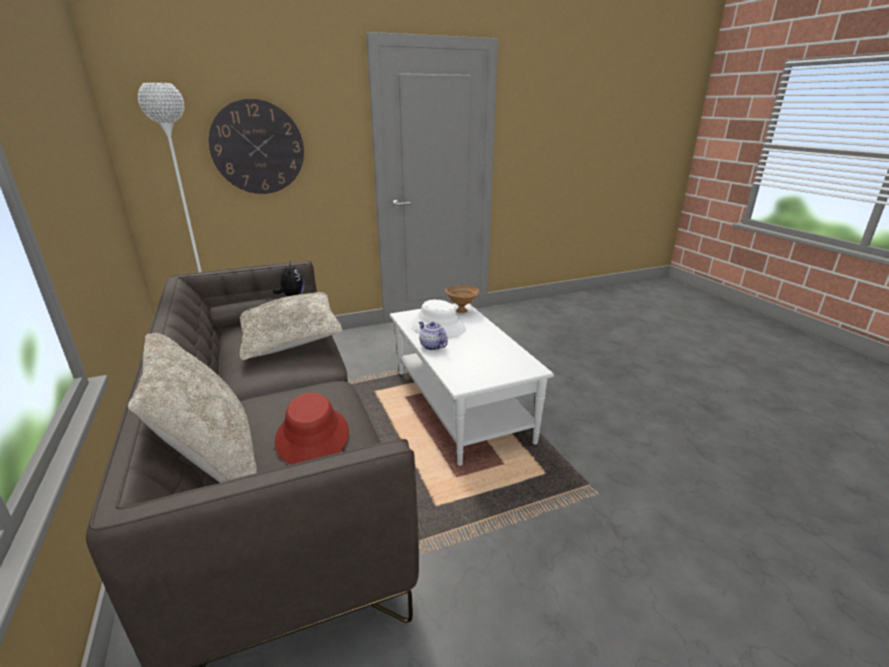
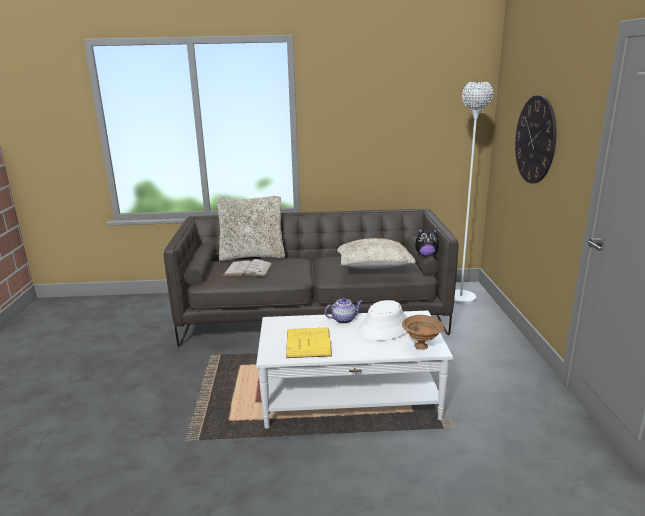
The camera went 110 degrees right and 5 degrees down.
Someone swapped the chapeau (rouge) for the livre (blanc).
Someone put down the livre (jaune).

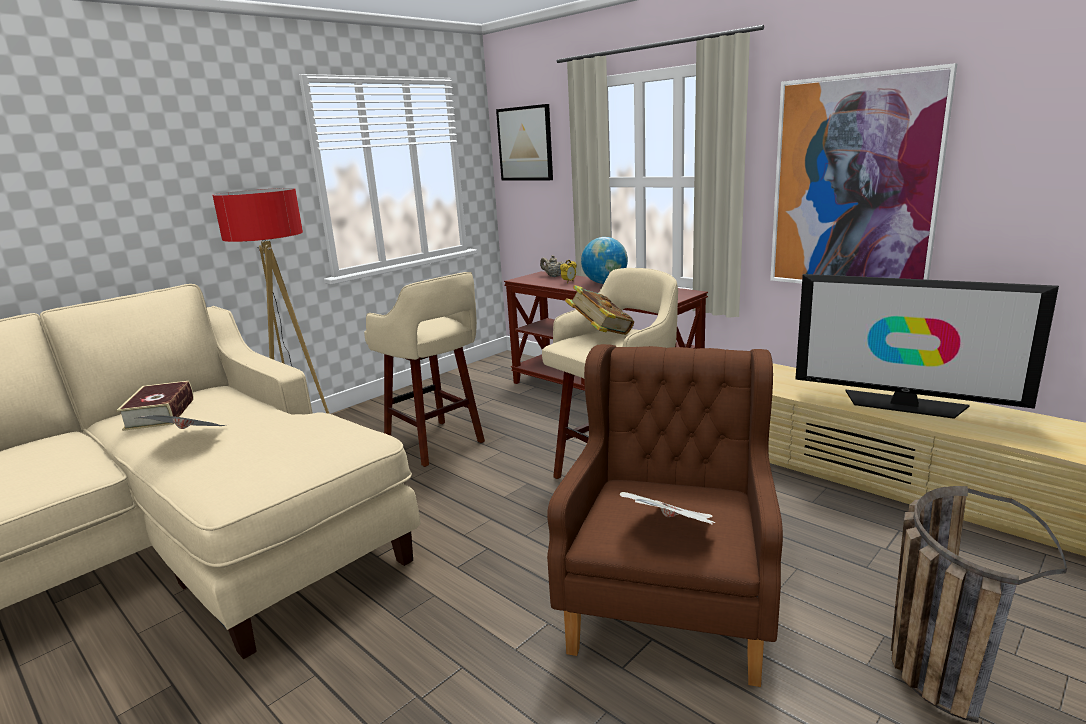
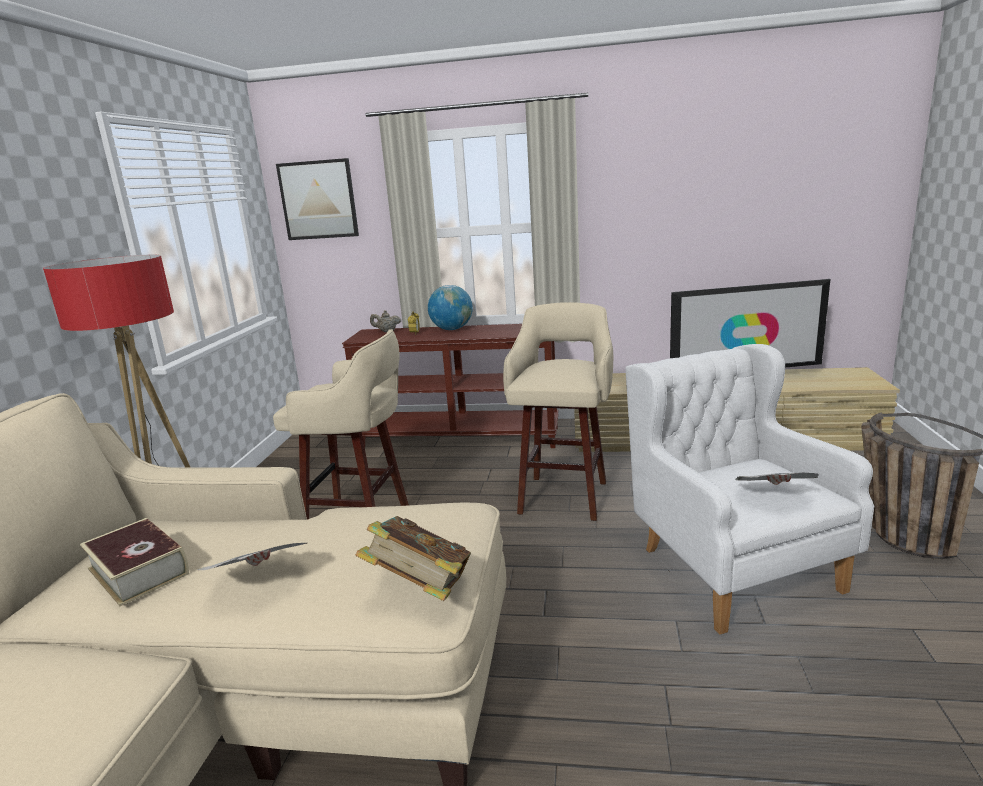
The camera went 35 degrees left and 0 degrees up.
Someone took away the tableau (no. 2 from left).
Someone carried the livre (no. 2 from left).
Someone repainted the fauteuil (marron), which became the fauteuil (blanc).

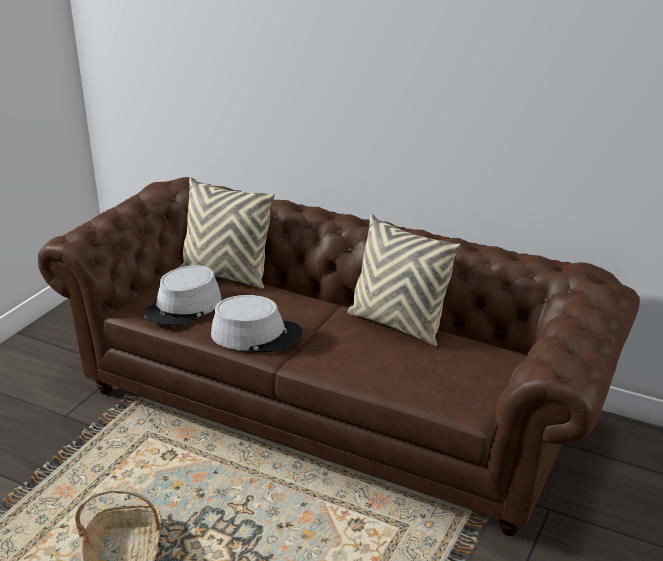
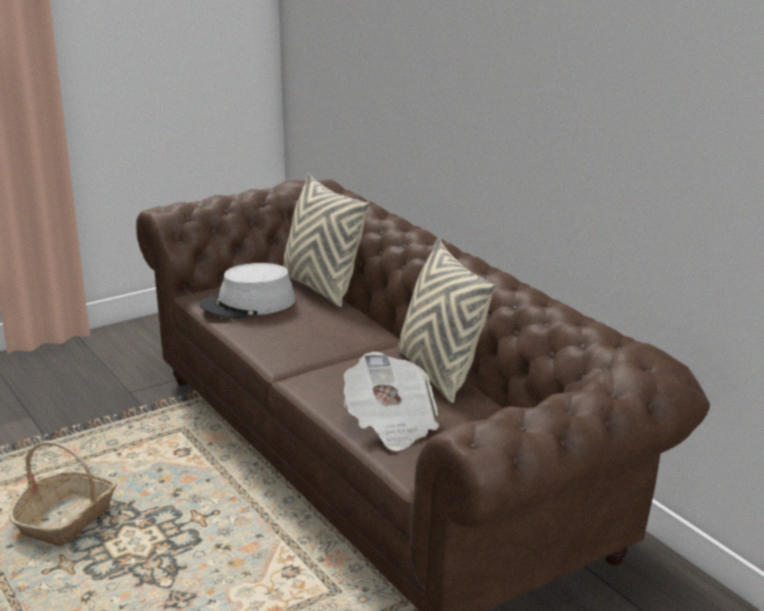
The camera went 30 degrees right and 5 degrees down.
Someone took away the chapeau (gris) (no. 2 from left).
Someone put down the journal.

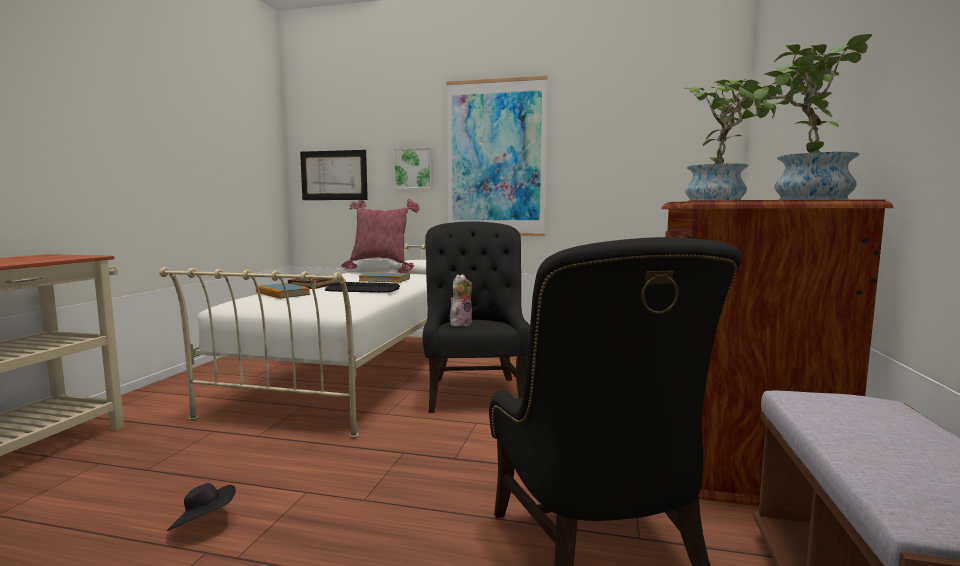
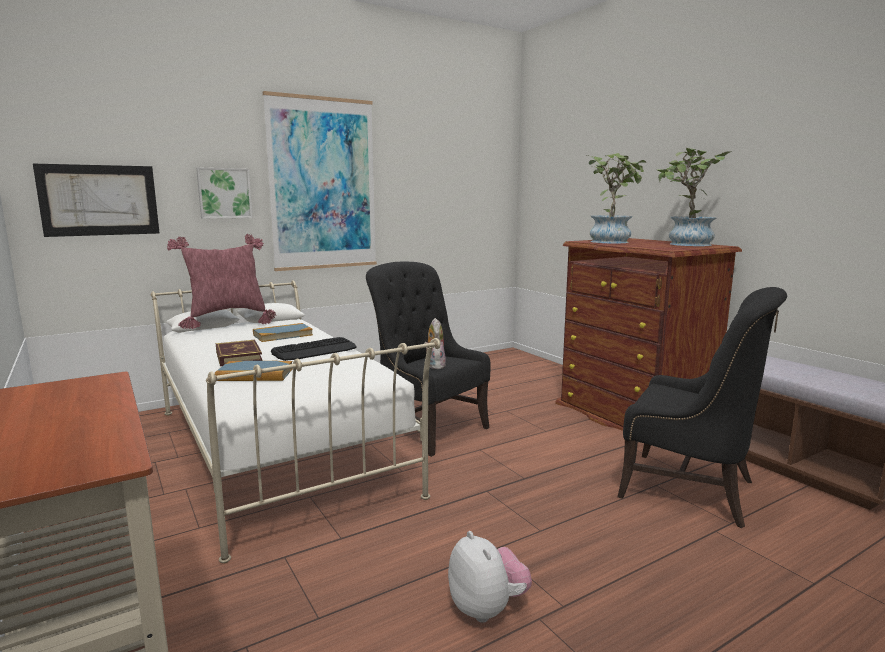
The camera went 45 degrees left and 5 degrees up.
Someone swapped the chapeau (noir) for the peluche (no. 2 from left).

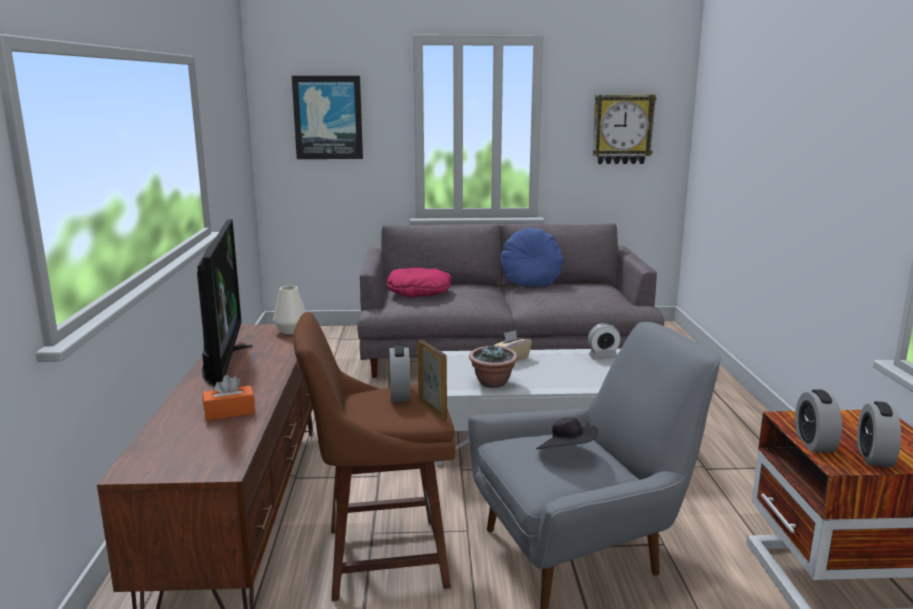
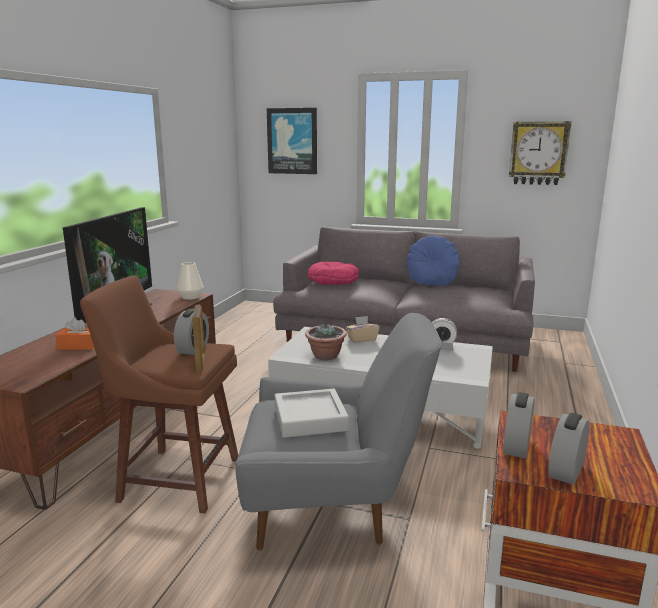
The camera went 20 degrees right and 0 degrees up.
Someone swapped the chapeau (noir) for the plateau (gris).

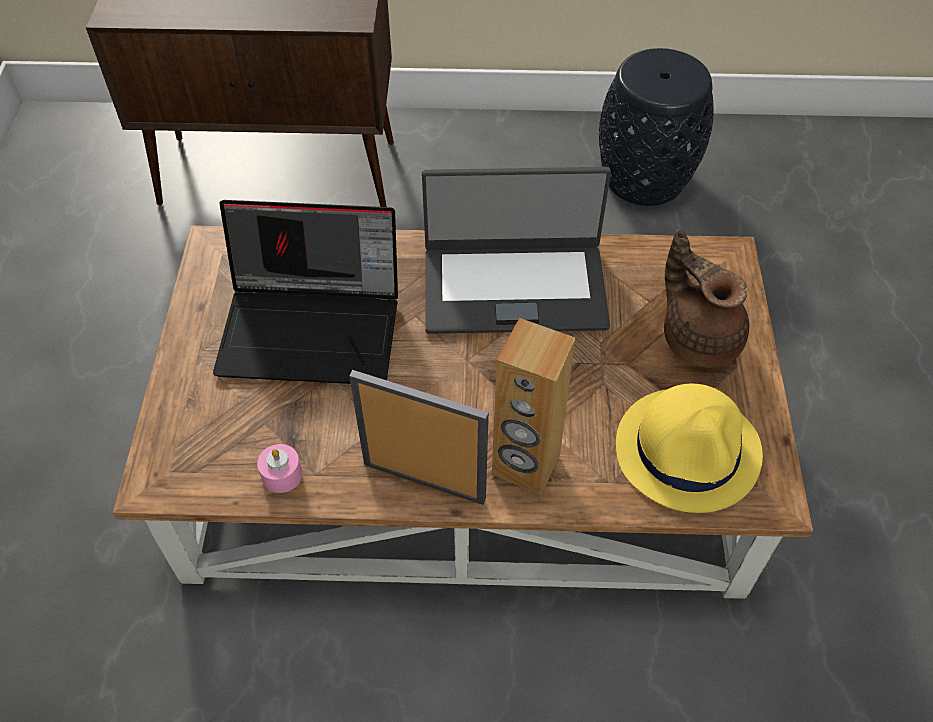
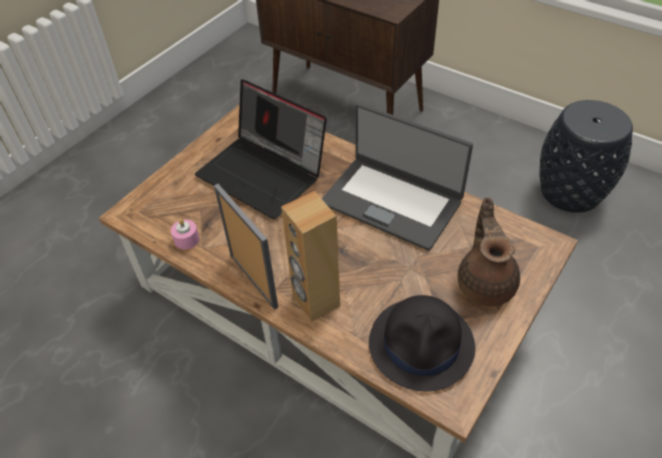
The camera went 35 degrees right and 5 degrees down.
Someone repainted the chapeau (jaune), which became the chapeau (noir).

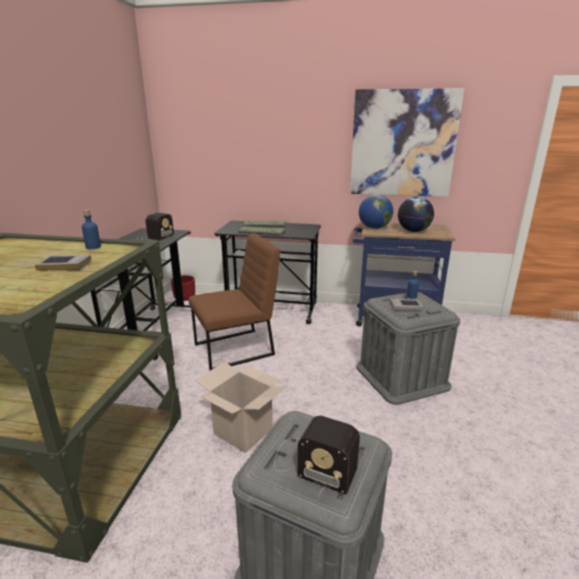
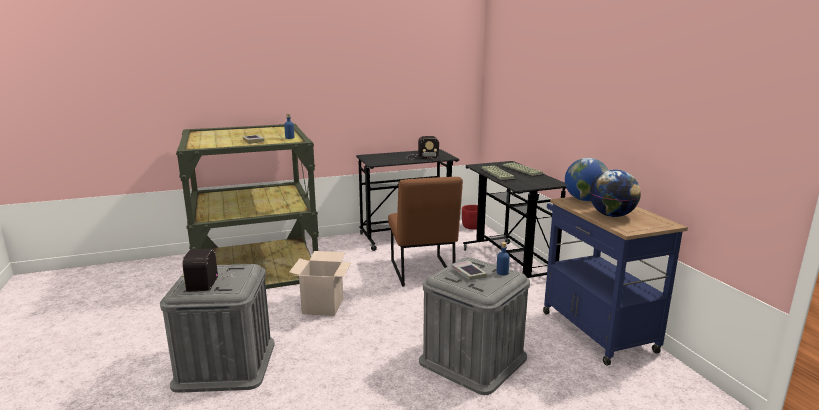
The camera went 60 degrees right and 5 degrees down.
Someone took away the tableau.
Someone rotated the chaise (marron) by 45 degrees clockwise.

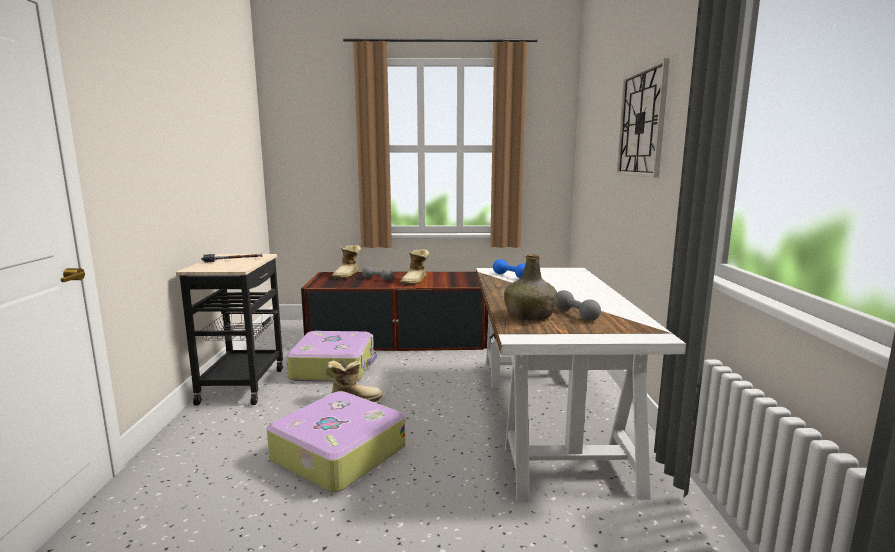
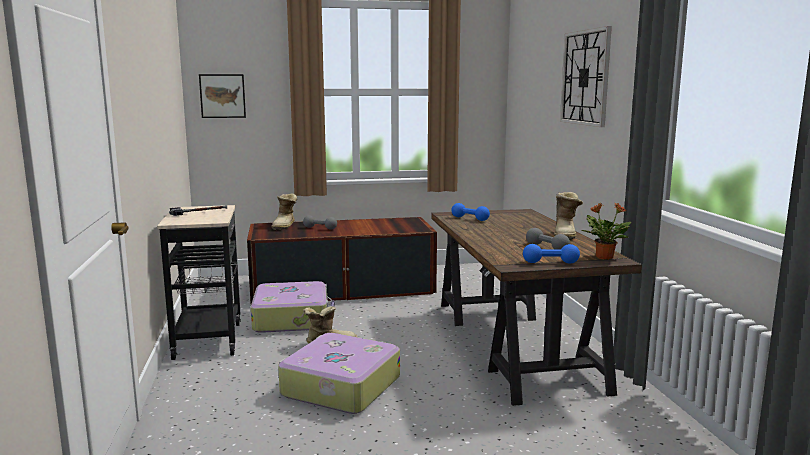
The camera went 10 degrees left and 0 degrees up.
Someone carried the botte (no. 3 from left).
Someone took away the bouteille (vert).
Someone repainted the bureau (blanc), which became the bureau (marron).
Someone put up the tableau.
Someone put down the plante en pot.
Someone put down the haltère (bleu) (no. 2 from left).

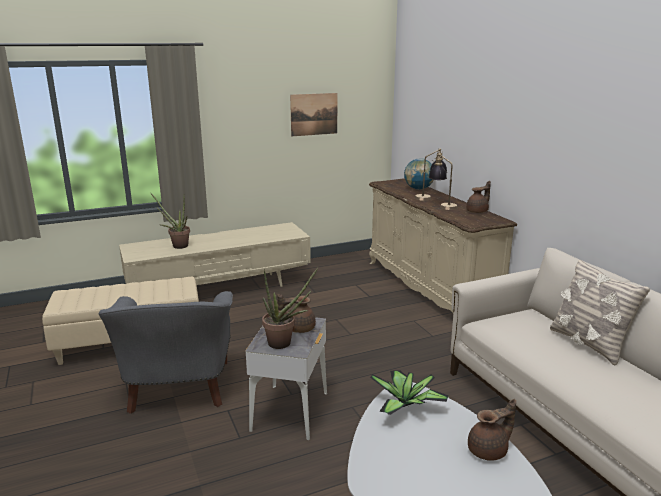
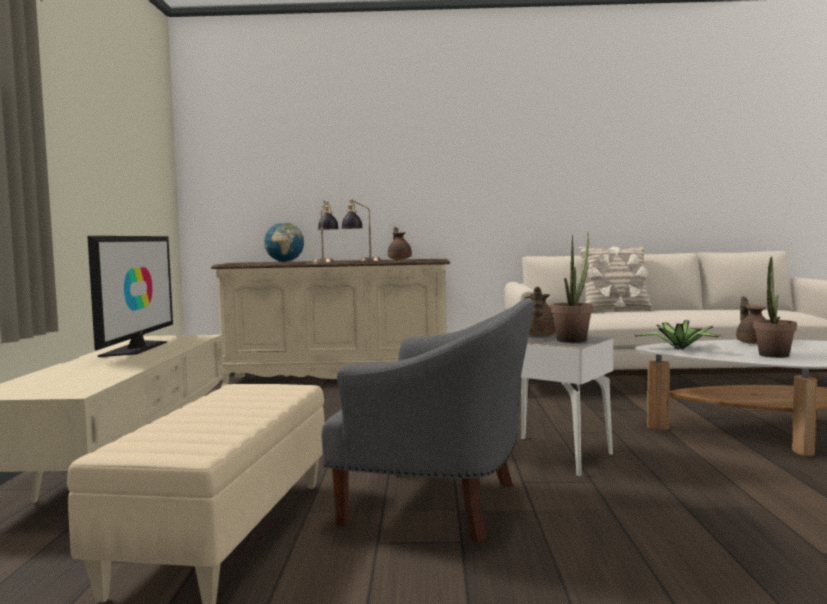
The camera went 65 degrees left and 15 degrees down.
Someone took away the tableau.
Someone carried the plante en pot (no. 1 from left in the first image).
Someone put down the téléviseur.

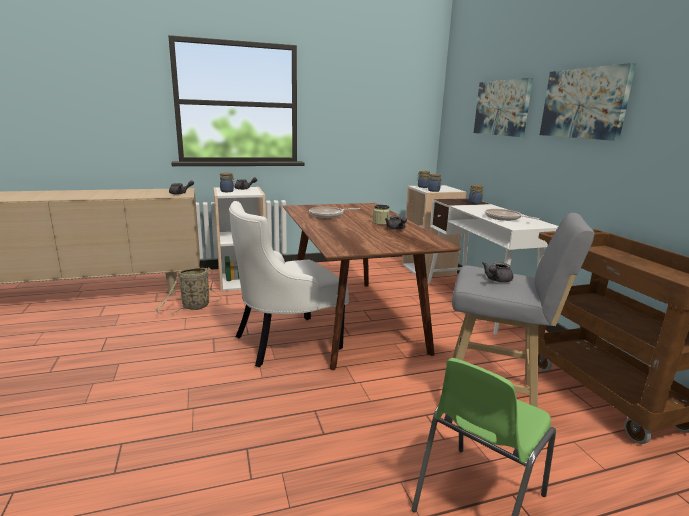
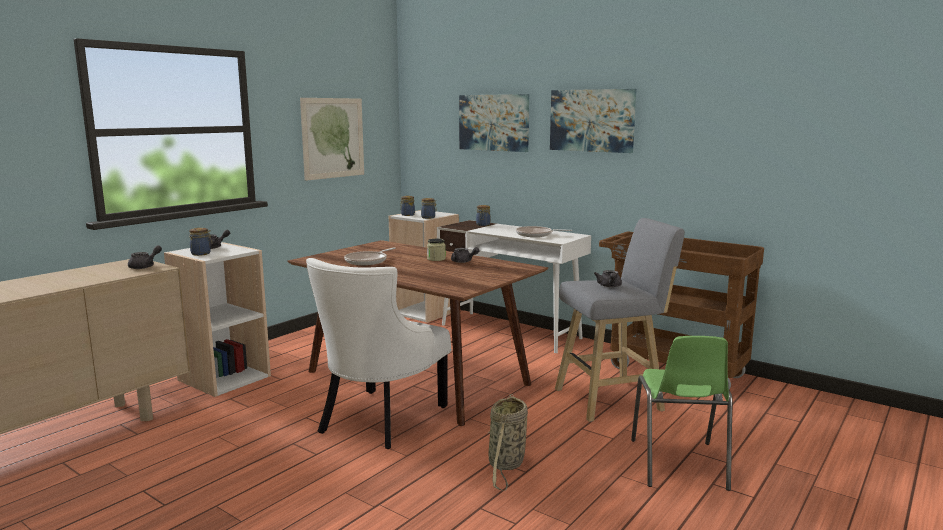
The camera went 35 degrees left and 5 degrees down.
Someone carried the panier.
Someone put up the tableau (no. 1 from left).

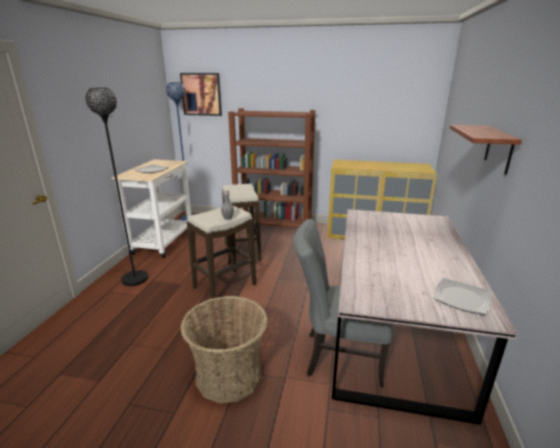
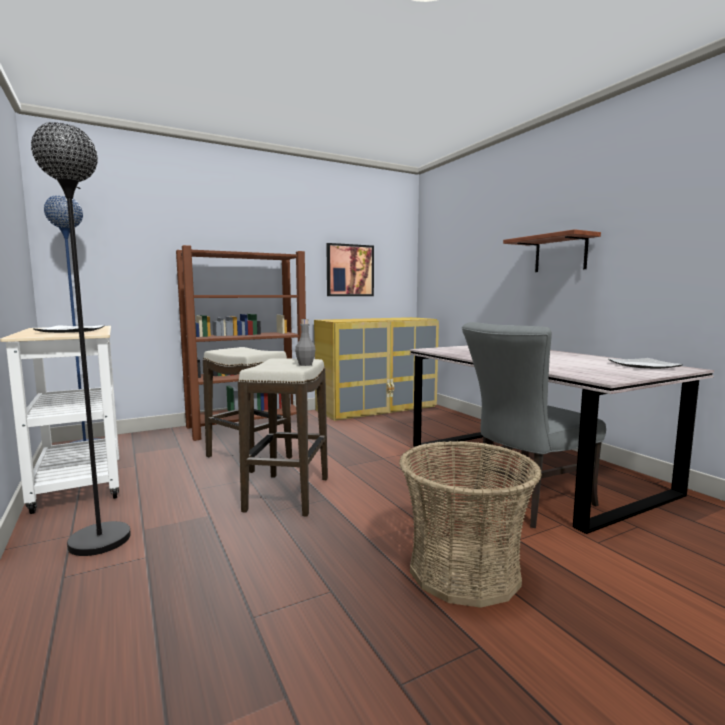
The camera went 40 degrees left and 15 degrees down.
Someone carried the tableau.

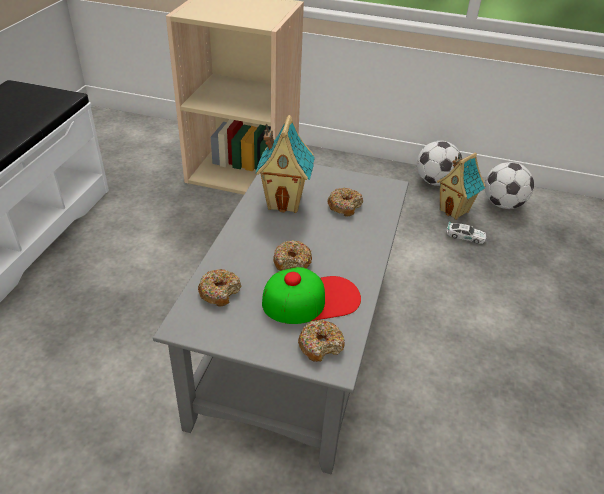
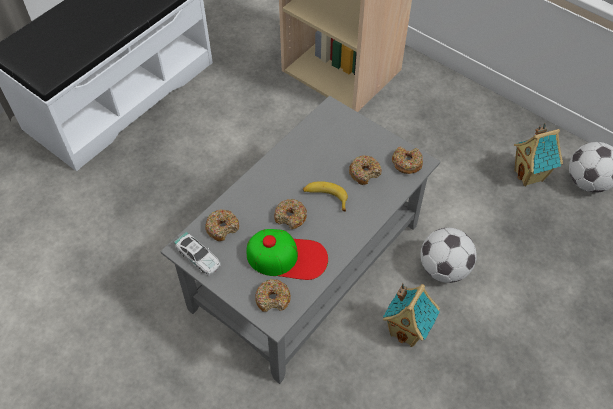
The camera went 25 degrees right and 15 degrees up.
Someone carried the maison miniature (no. 1 from left).
Someone carried the ballon de foot (no. 1 from left).
Someone carried the petite voiture.
Someone put down the beignet (no. 5 from left).
Someone put down the banane.

